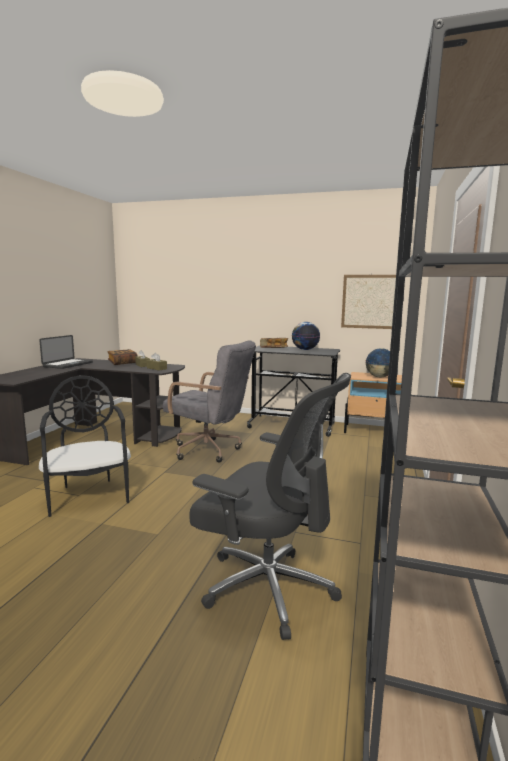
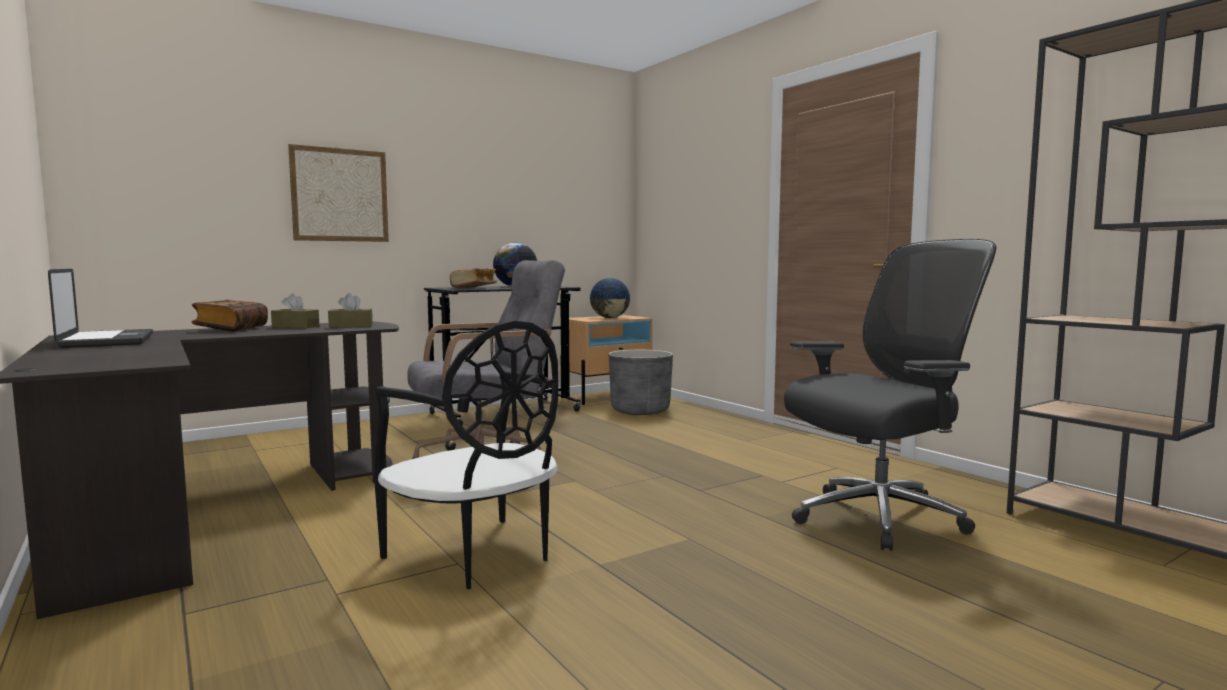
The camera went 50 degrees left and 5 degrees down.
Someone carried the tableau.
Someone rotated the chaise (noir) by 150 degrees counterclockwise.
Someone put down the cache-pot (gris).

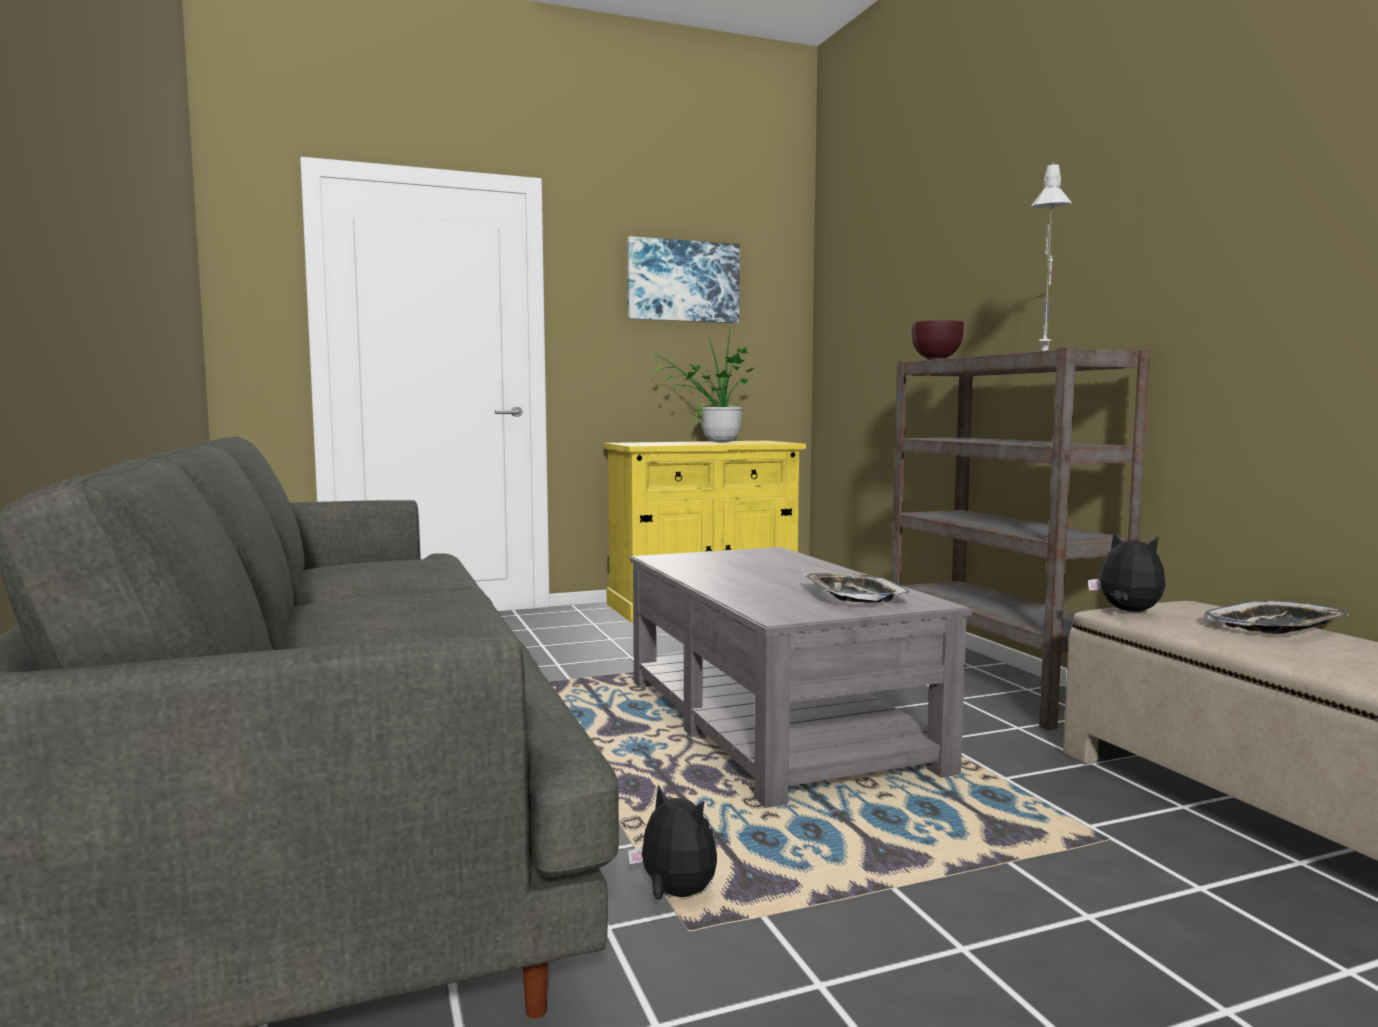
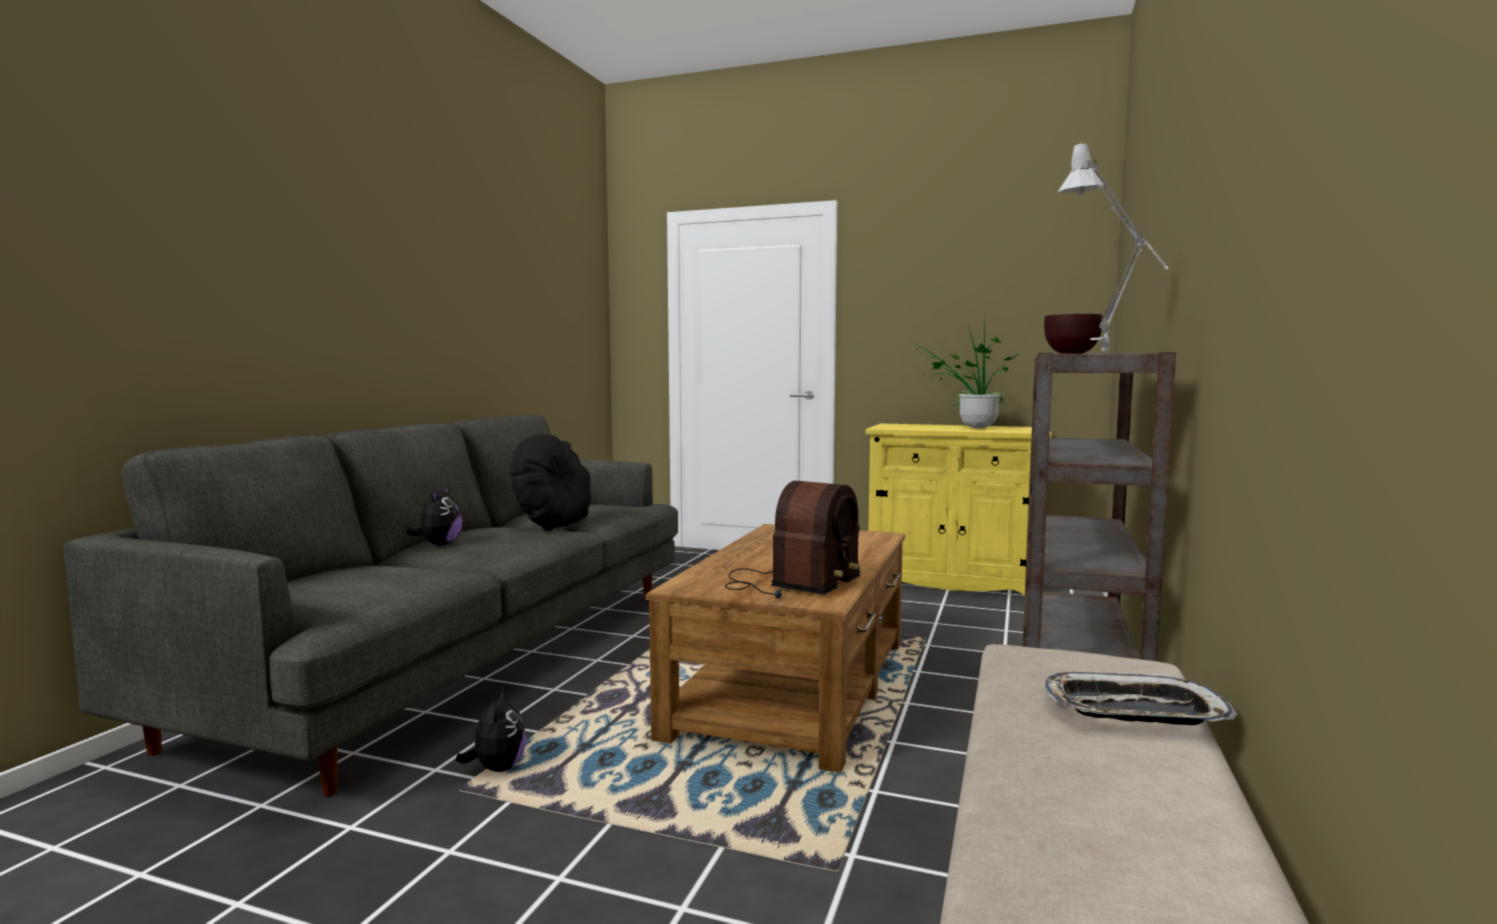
The camera went 40 degrees right and 0 degrees up.
Someone took away the tableau.
Someone carried the peluche (no. 2 from left in the first image).
Someone repainted the table basse (gris), which became the table basse (marron).
Someone swapped the plateau (no. 1 from left) for the radio.
Someone put down the coussin (noir).

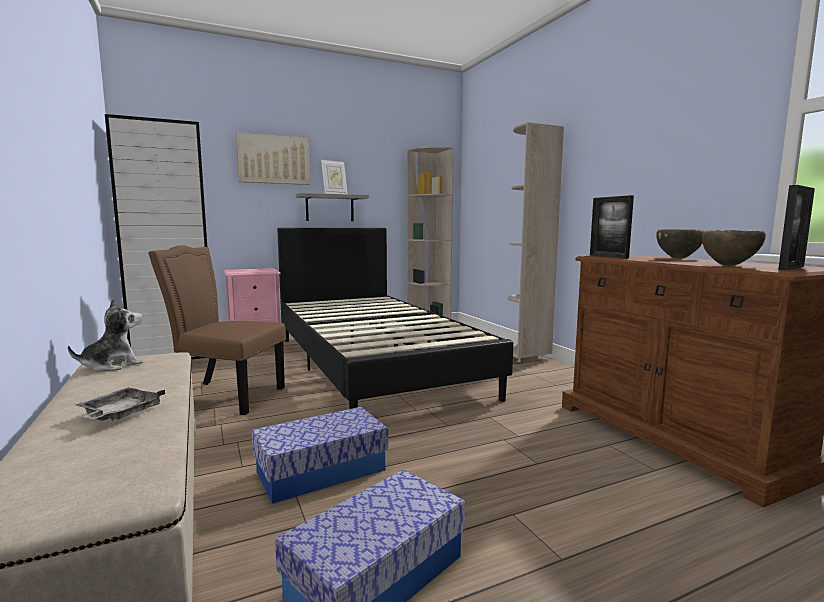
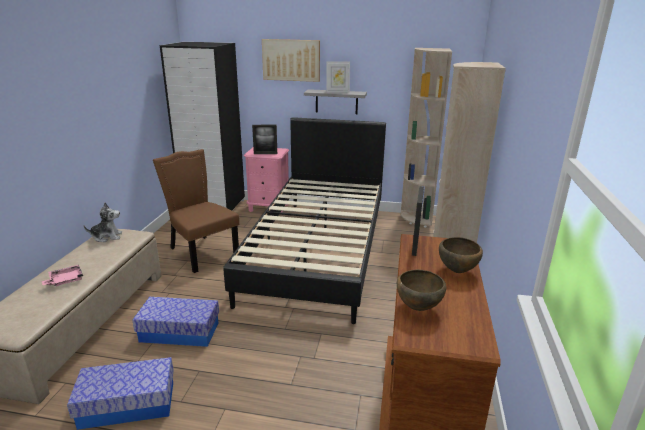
The camera went 35 degrees right and 15 degrees up.
Someone carried the cadre photo (no. 3 from left in the first image).
Someone repainted the plateau (gris), which became the plateau (rose).

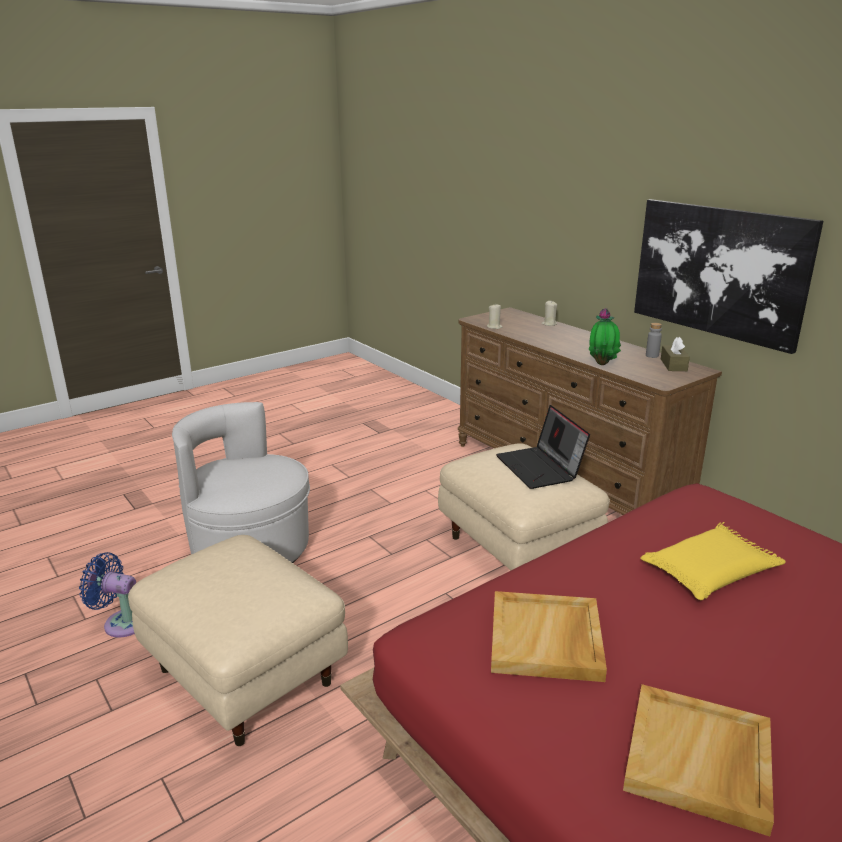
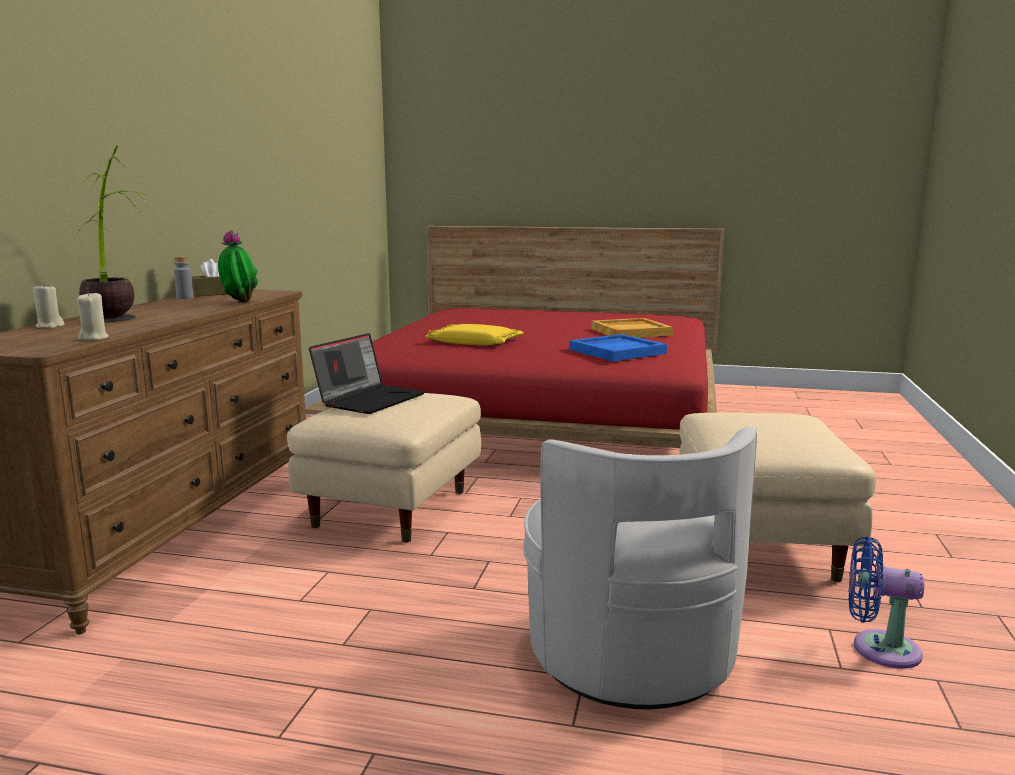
The camera went 130 degrees left and 10 degrees down.
Someone took away the tableau.
Someone rotated the ventilateur (bleu) by 135 degrees clockwise.
Someone repainted the plateau (beige) (no. 1 from left), which became the plateau (bleu).
Someone put down the plante en pot (no. 1 from left).

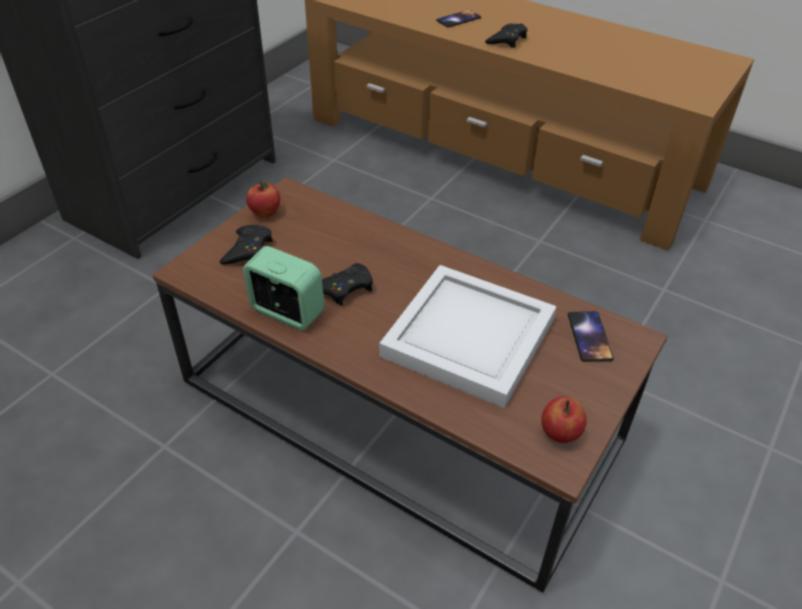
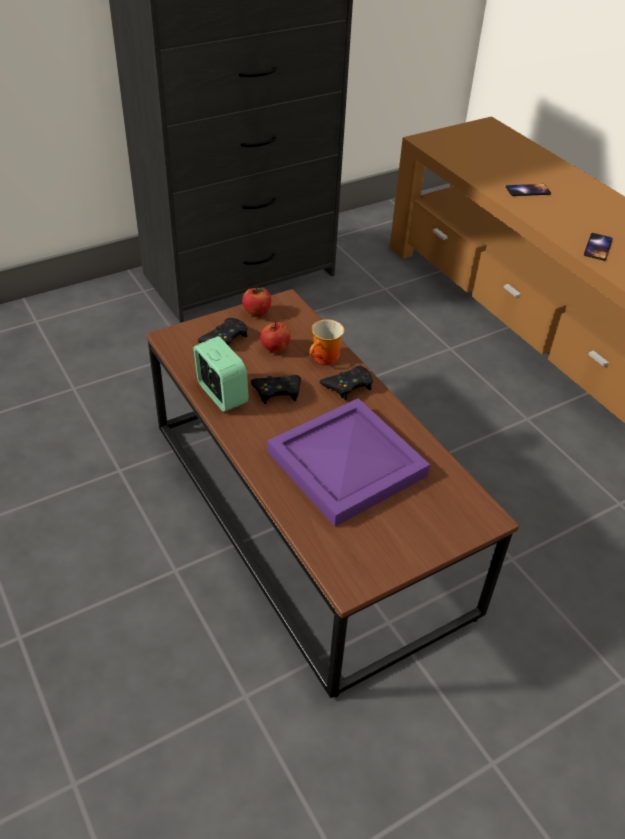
The camera went 25 degrees right and 0 degrees up.
Someone carried the manette (noir) (no. 3 from left).
Someone repainted the plateau (blanc), which became the plateau (violet).
Someone carried the téléphone (no. 2 from left).
Someone carried the pomme (no. 2 from left).
Someone put down the mug.

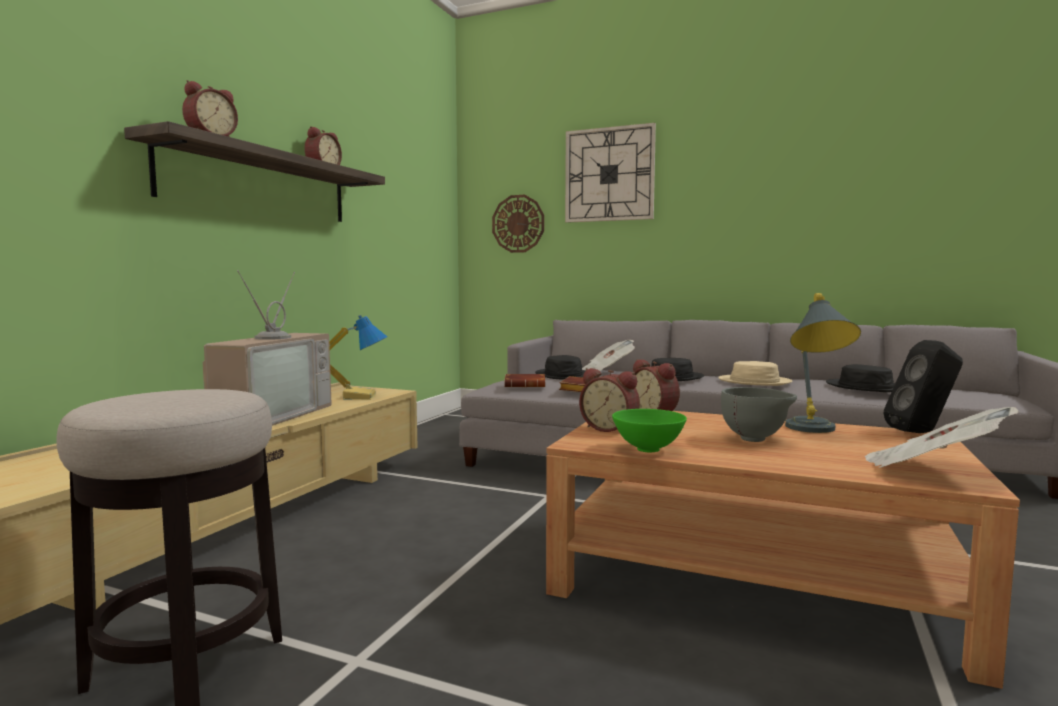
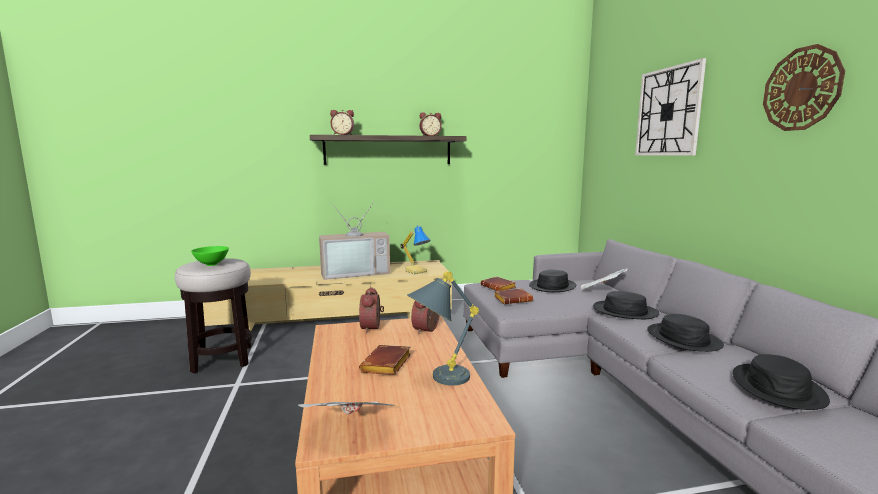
The camera went 55 degrees right and 5 degrees up.
Someone carried the horloge murale (no. 1 from left in the first image).
Someone took away the enceinte (noir).
Someone repainted the chapeau (beige), which became the chapeau (noir) (no. 3 from left).
Someone swapped the bol (gris) for the livre (marron) (no. 1 from left).
Someone carried the bol (vert).

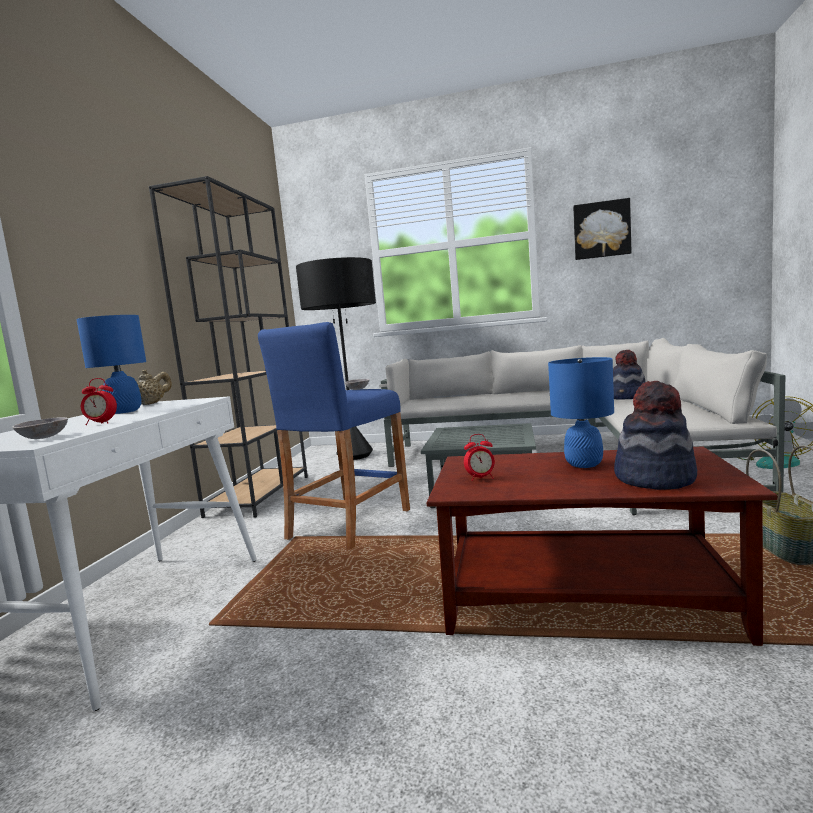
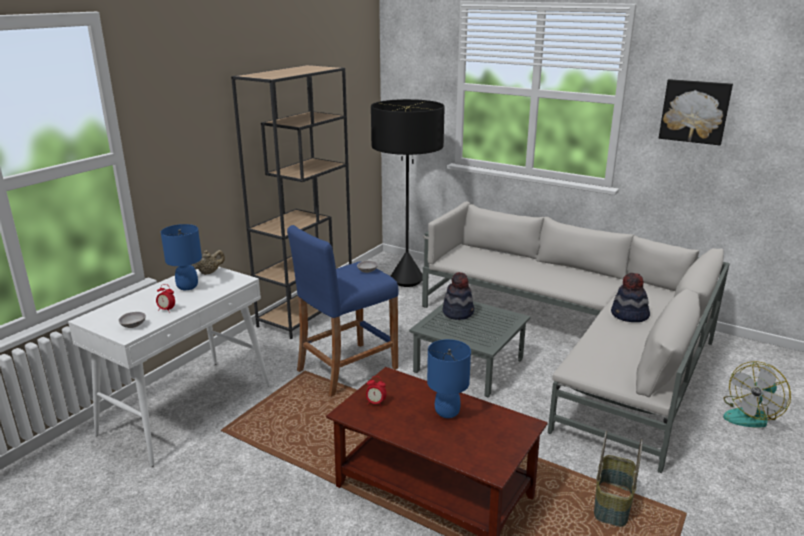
The camera went 20 degrees right and 15 degrees up.
Someone carried the chapeau (no. 2 from left in the first image).

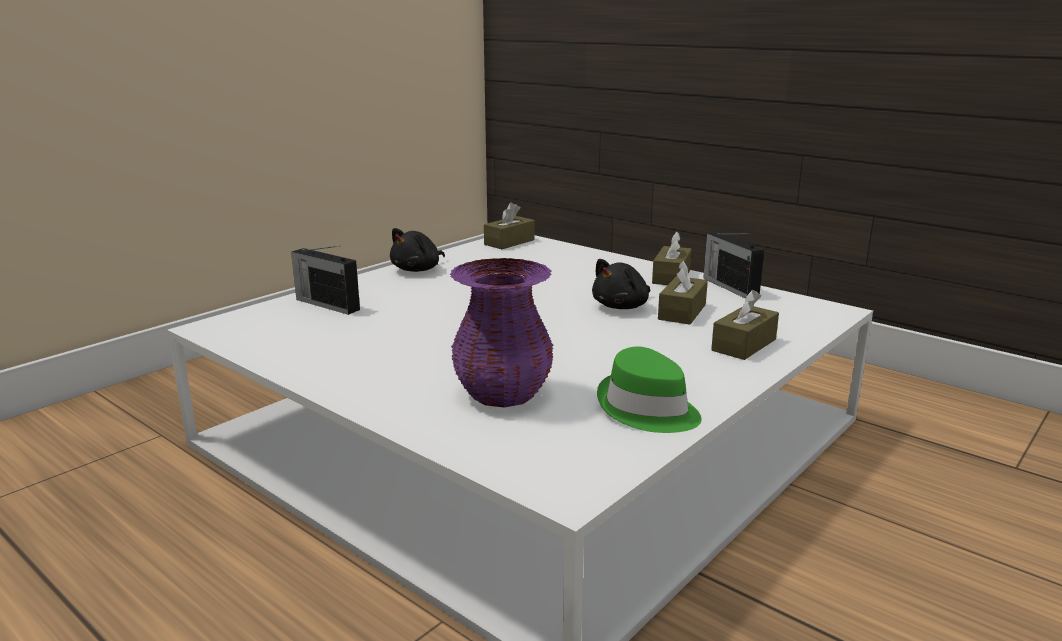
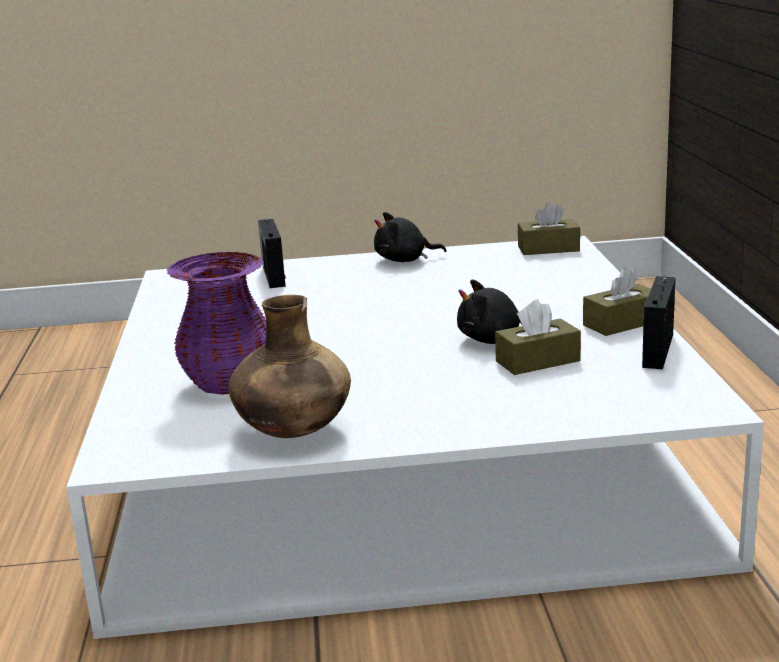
The camera went 45 degrees right and 0 degrees up.
Someone took away the boîte à mouchoirs (marron) (no. 4 from left).
Someone swapped the chapeau (vert) for the vase (marron).

